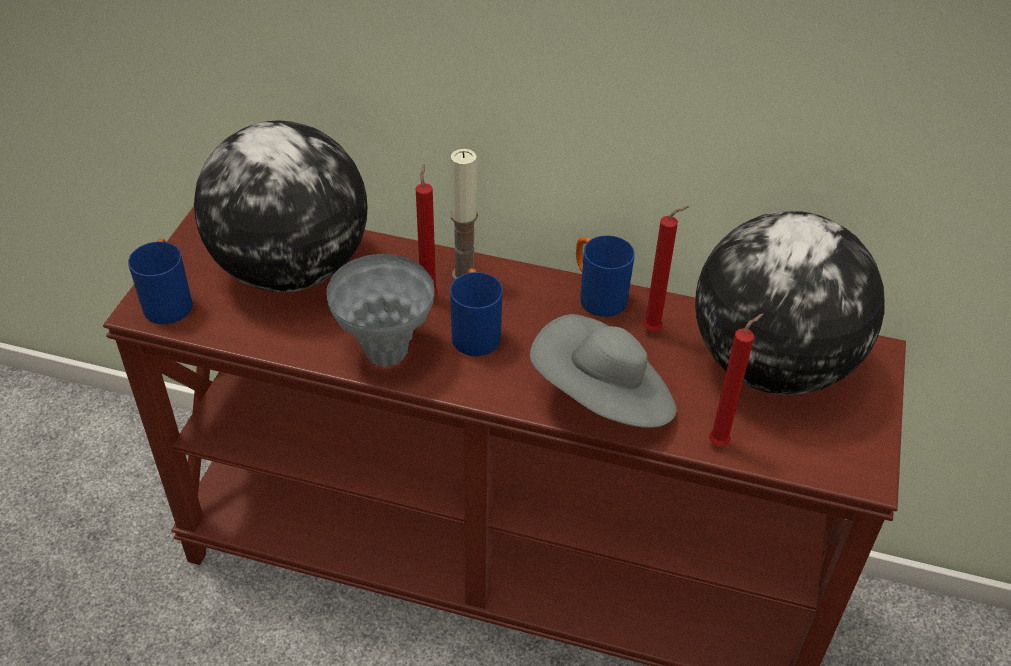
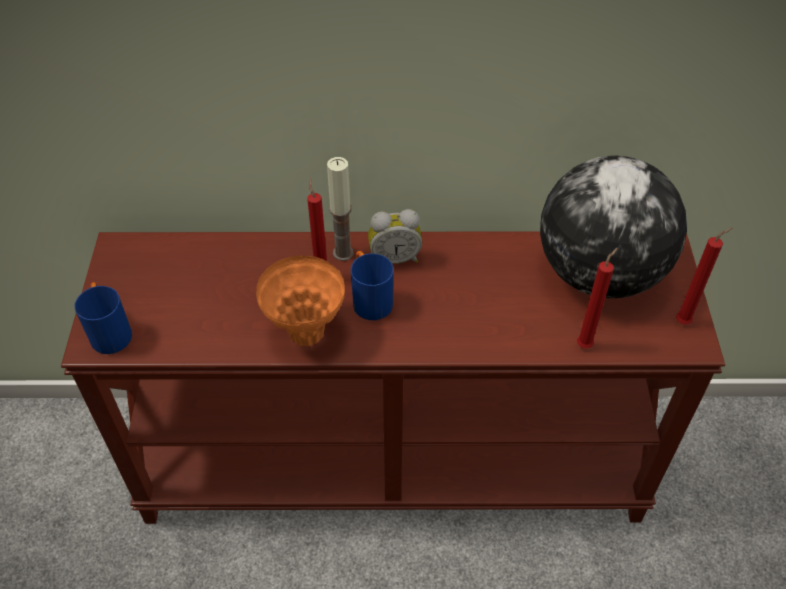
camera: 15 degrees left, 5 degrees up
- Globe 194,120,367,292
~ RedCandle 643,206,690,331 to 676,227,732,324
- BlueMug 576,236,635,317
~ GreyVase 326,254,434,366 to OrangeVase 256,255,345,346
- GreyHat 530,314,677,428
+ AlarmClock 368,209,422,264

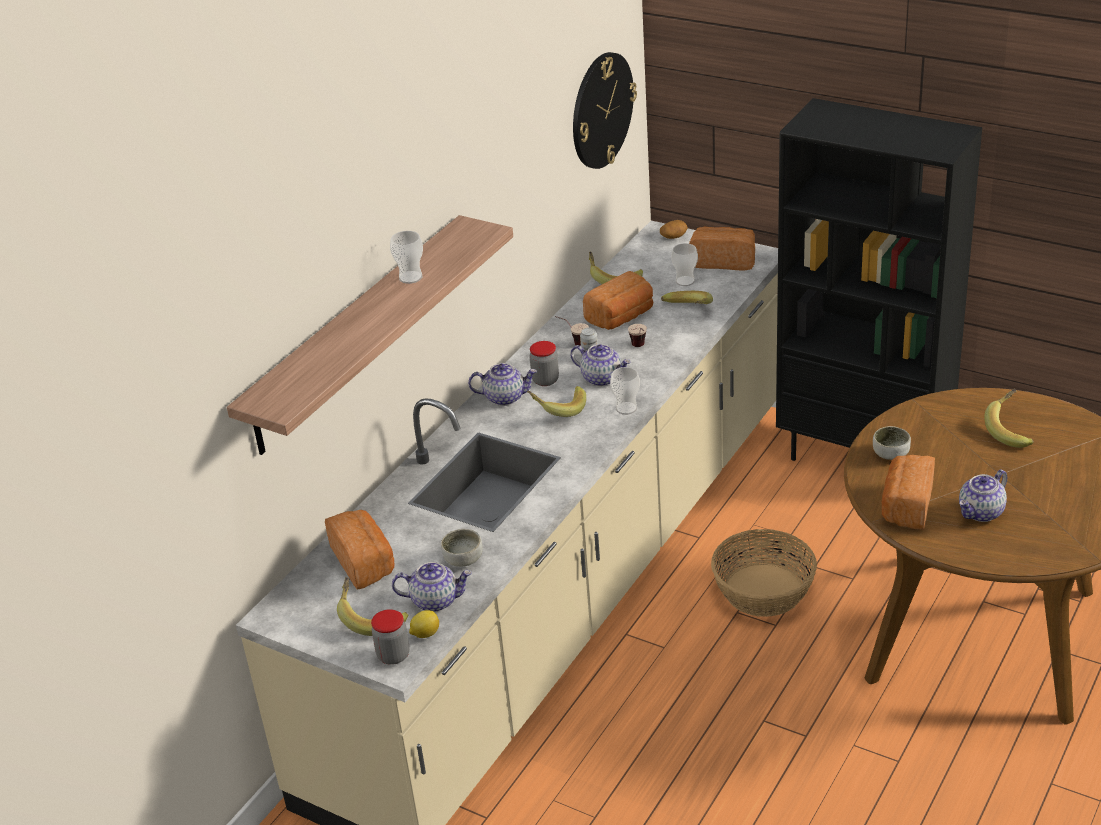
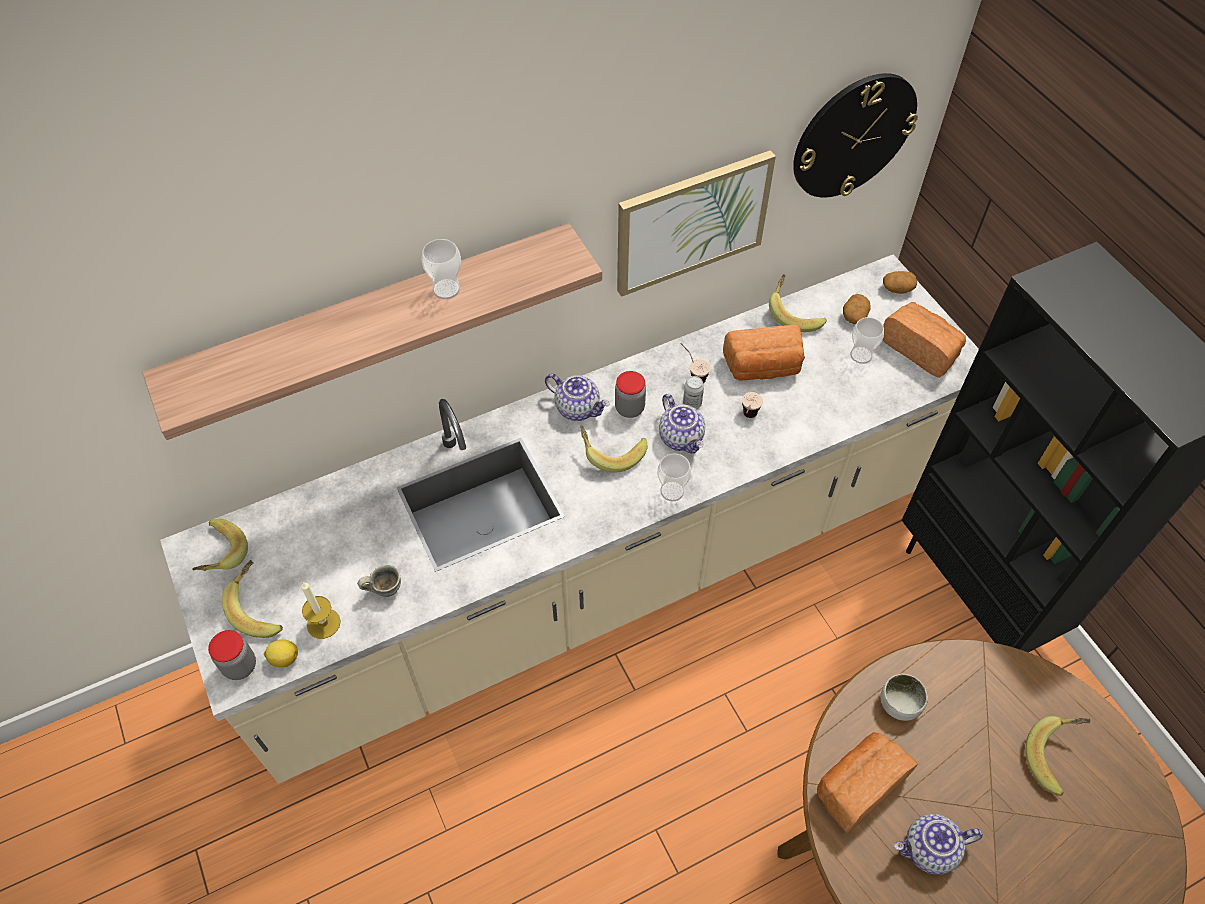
camera: 30 degrees right, 20 degrees up
~ Banana 661,291,713,304 to 192,519,248,571
- Bread 325,510,394,589
~ Bowl 441,529,483,567 to GreyMug 357,564,401,597
- Basket 711,529,817,617
~ Teapot 392,562,472,612 to Candle 301,582,341,639
+ Picture 617,150,776,297
+ Potato 843,294,871,324

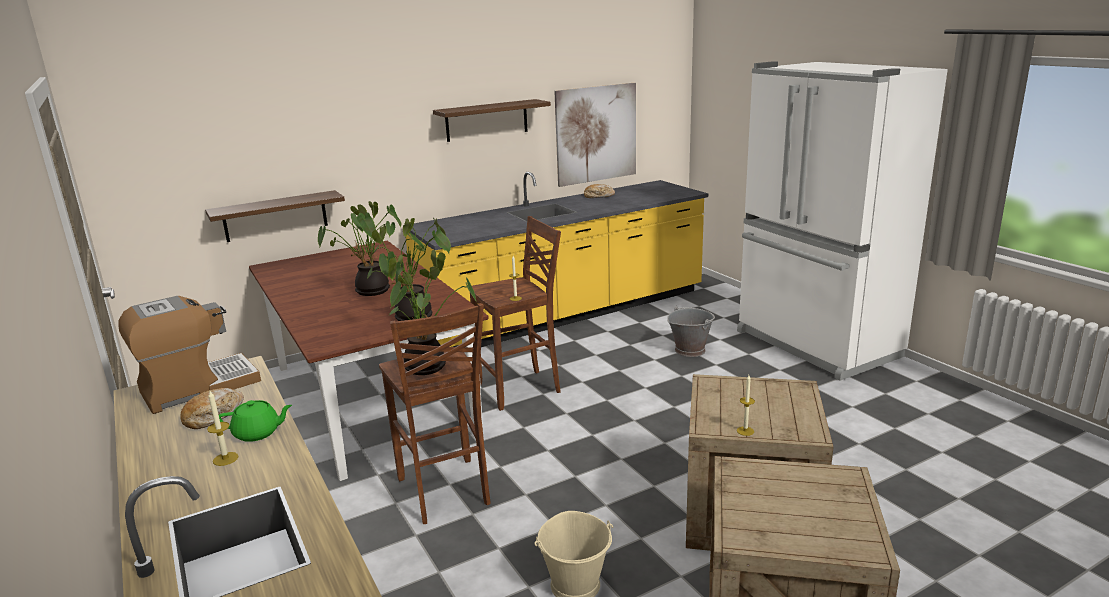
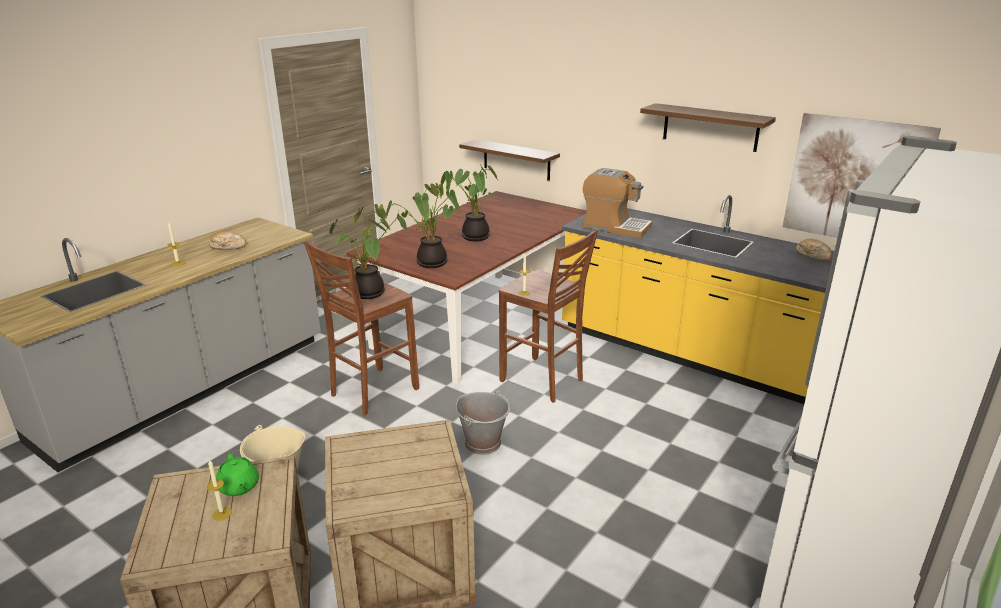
camera: 65 degrees right, 5 degrees up
~ CoffeeMachine 118,296,261,414 to 582,168,652,238
~ GreyBucket 667,306,715,357 to 456,389,511,455
~ Candle 737,375,755,436 to 207,459,232,521
~ GreenTeapot 219,400,292,442 to 216,453,259,496

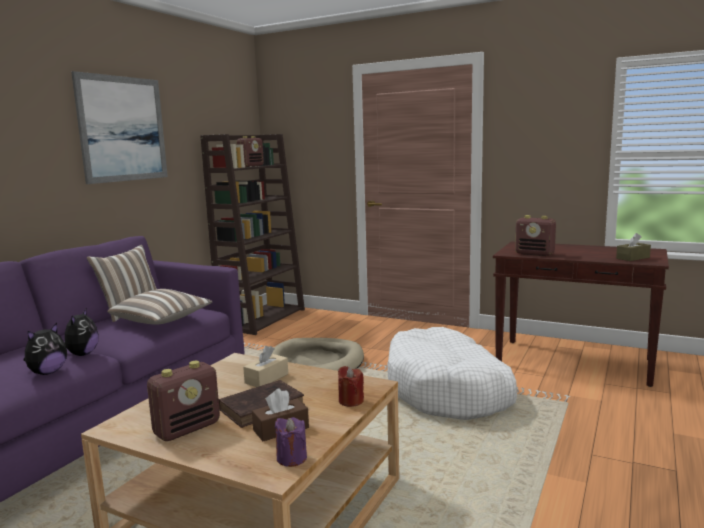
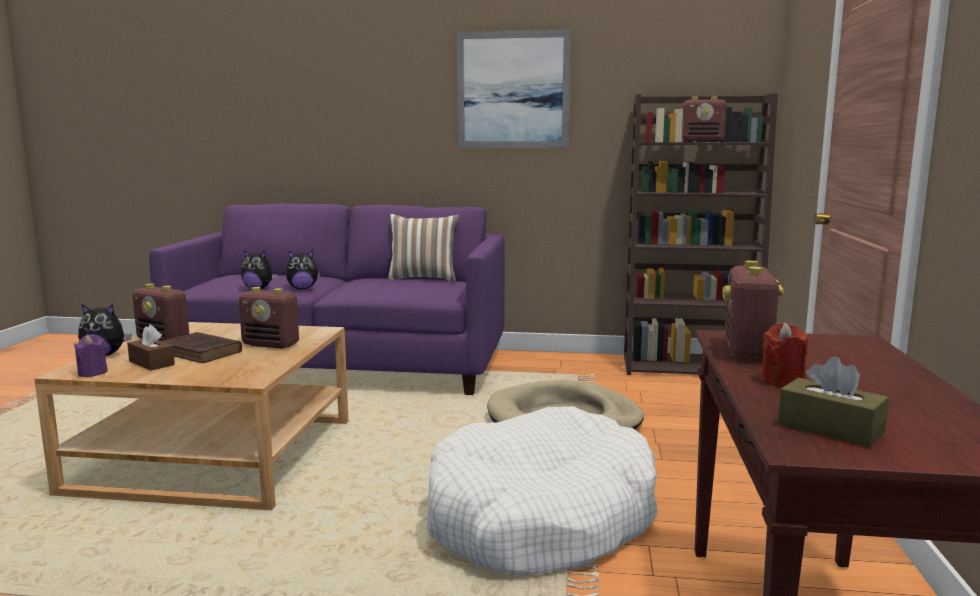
camera: 70 degrees right, 0 degrees up
- Pillow 108,289,212,325
~ BeigeTissueBox 243,346,288,387 to Radio 239,287,299,349
~ RedCandle 338,366,364,407 to 761,322,808,387
+ PlushToy 78,304,132,356

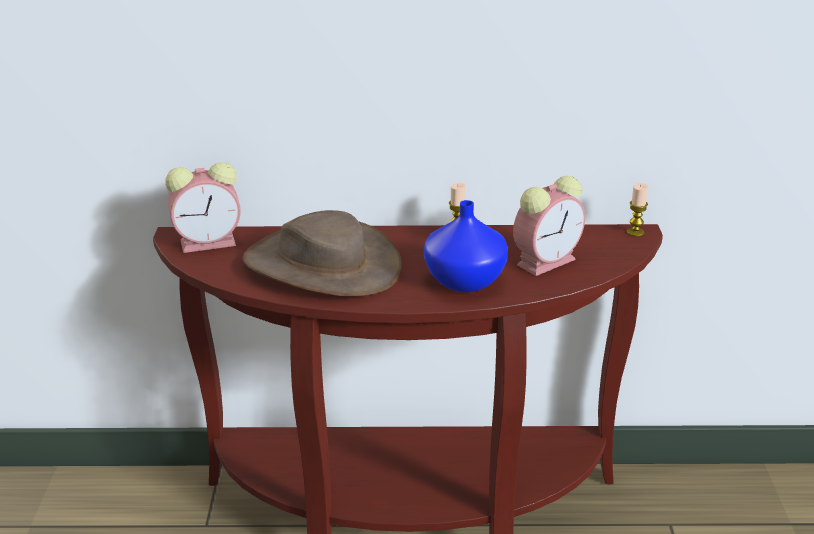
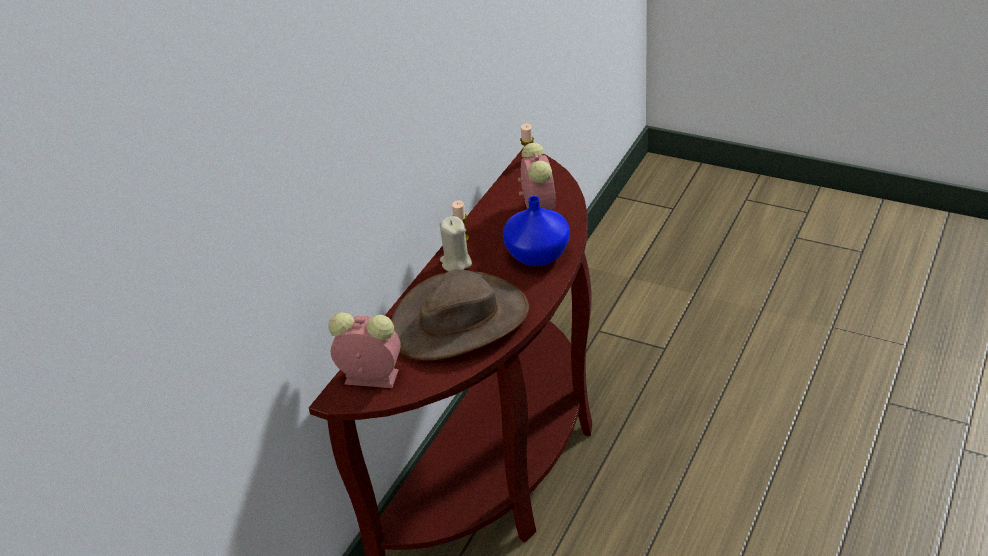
camera: 60 degrees left, 10 degrees up
~ AlarmClock 165,162,241,253 = 328,312,401,388 90 degrees counterclockwise
+ BeigeCandle 439,216,472,272

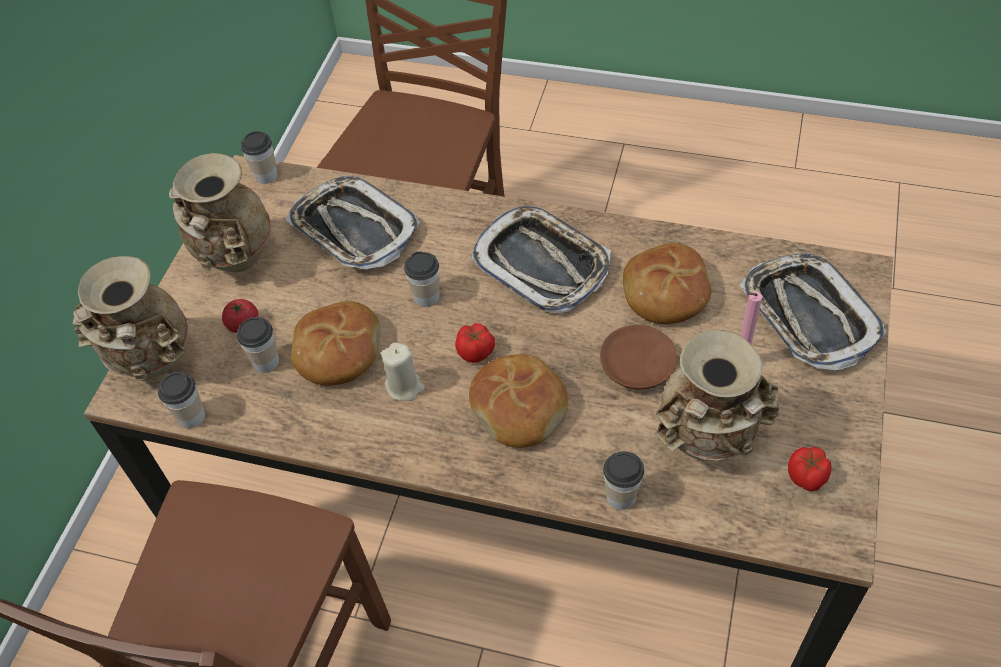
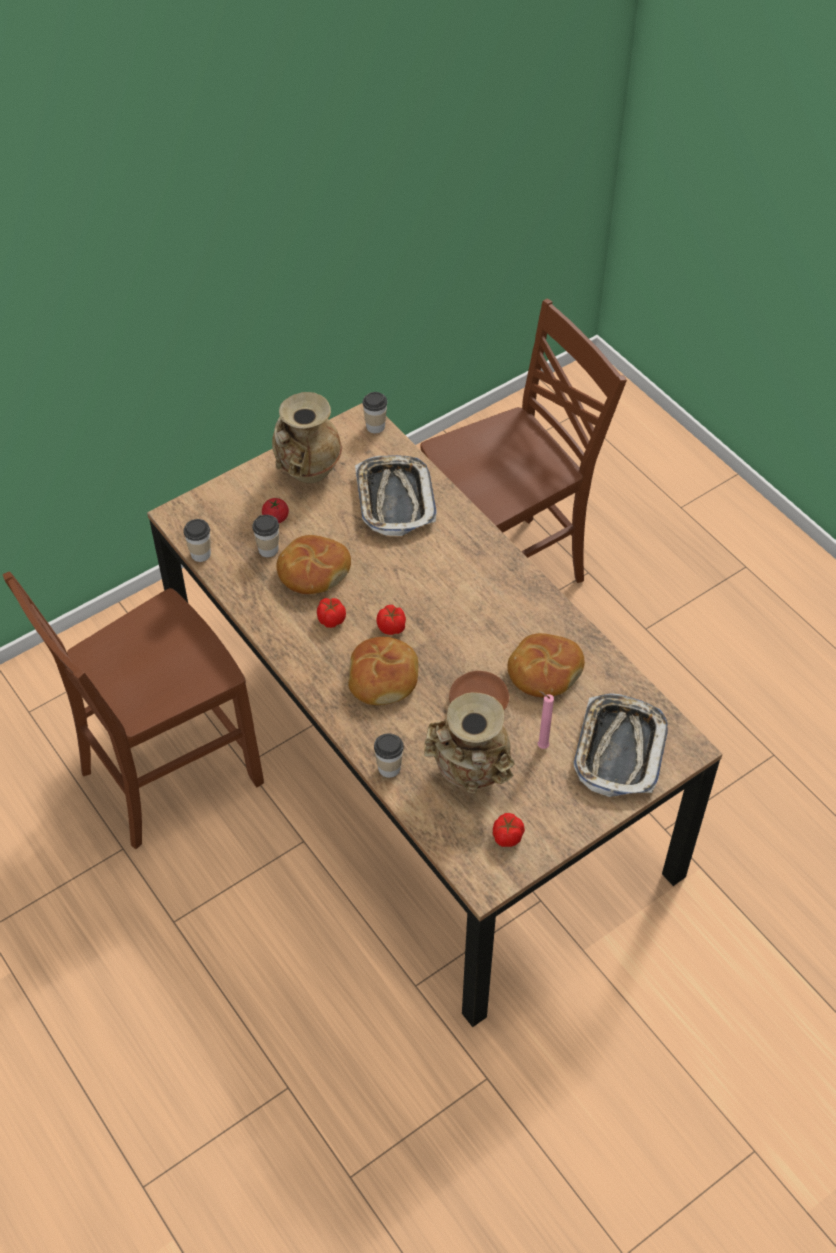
camera: 35 degrees right, 0 degrees up
- Tray 471,206,611,313
- Cup 404,251,440,307
- BeigeVase 73,256,188,381
~ BeigeCandle 381,342,425,401 to Tomato 317,598,346,628

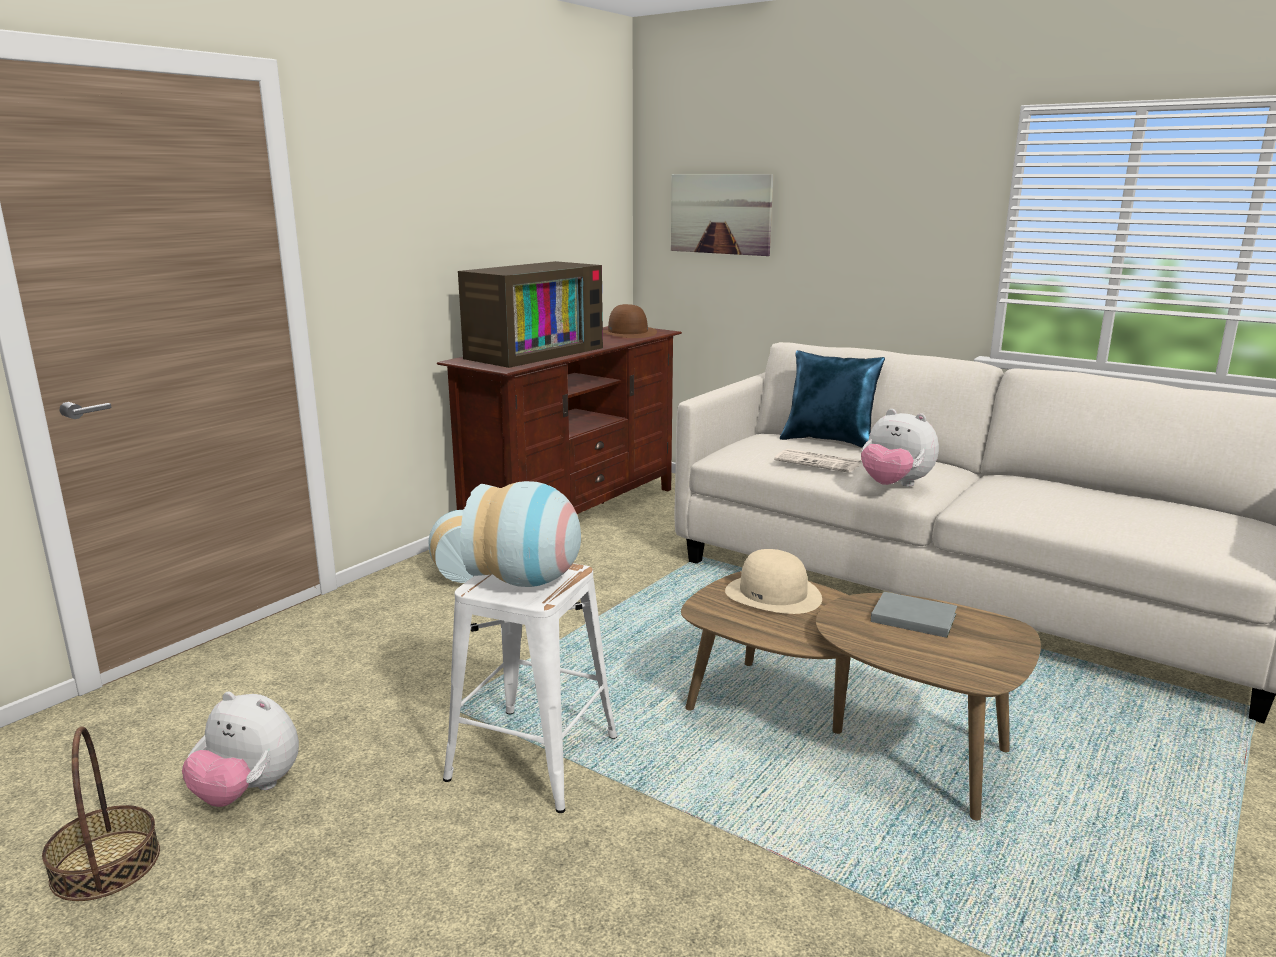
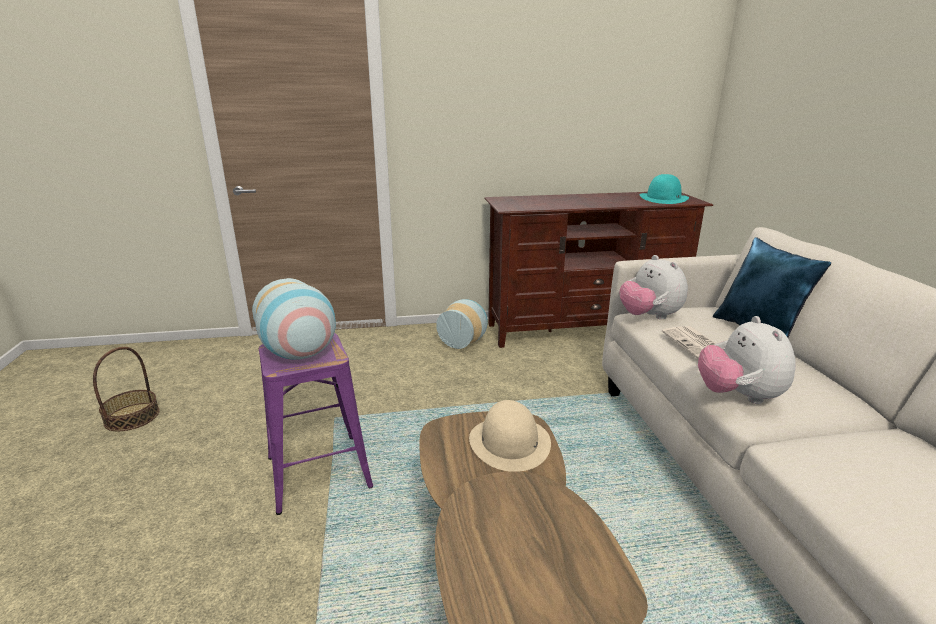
camera: 45 degrees right, 5 degrees up
- Picture 671,174,773,256
- Television 458,261,603,368
~ BrownHat 603,304,657,338 to TurquoiseHat 639,174,689,204
~ WhiteStool 443,563,617,813 to PurpleStool 259,333,373,515
- GreyBook 871,592,957,638
~ PlushToy 182,692,299,807 to 619,255,688,319

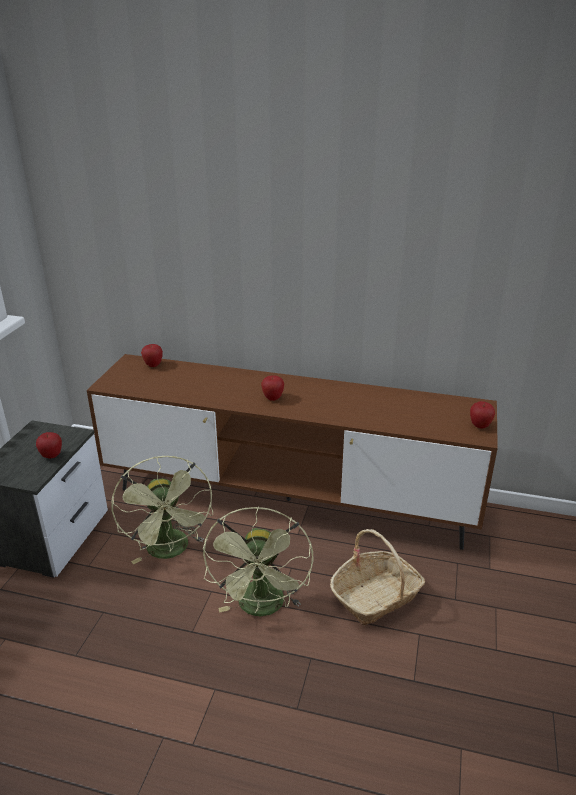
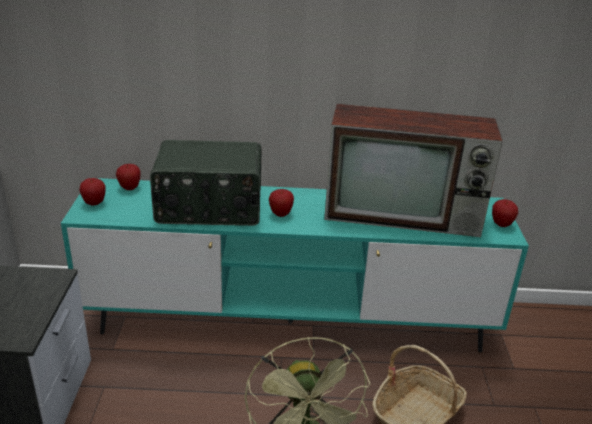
camera: 15 degrees left, 0 degrees up
~ BrownTvStand 87,354,498,550 to TurquoiseTvStand 61,178,529,352
~ Apple 36,432,62,459 to 79,178,106,205
- GreenFan 112,456,213,564
+ Television 324,104,503,237
+ Radio 150,140,262,226

